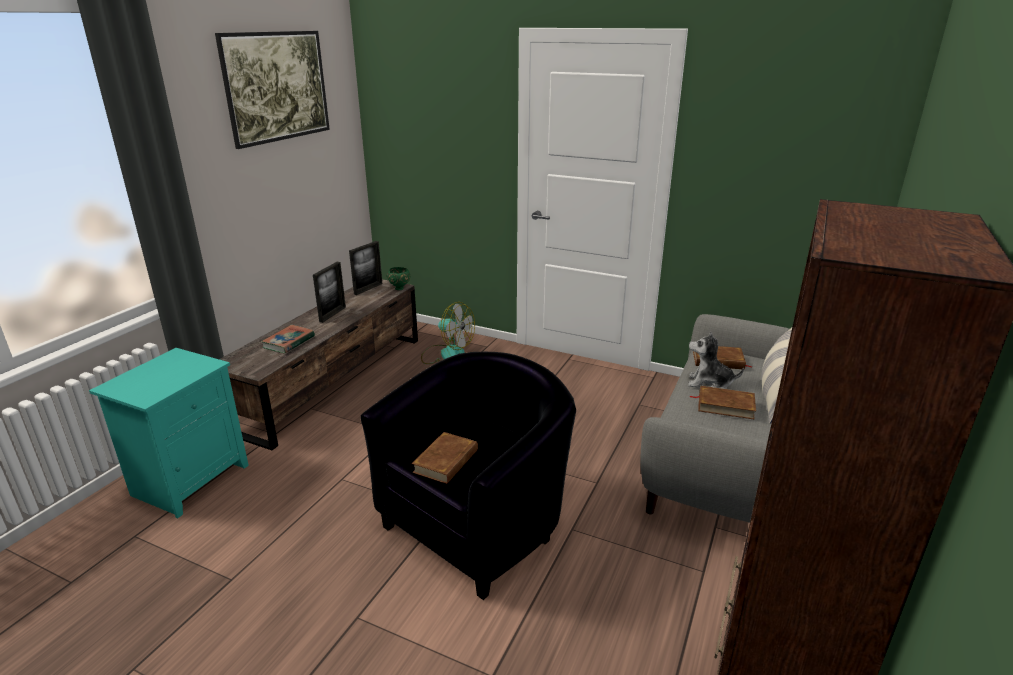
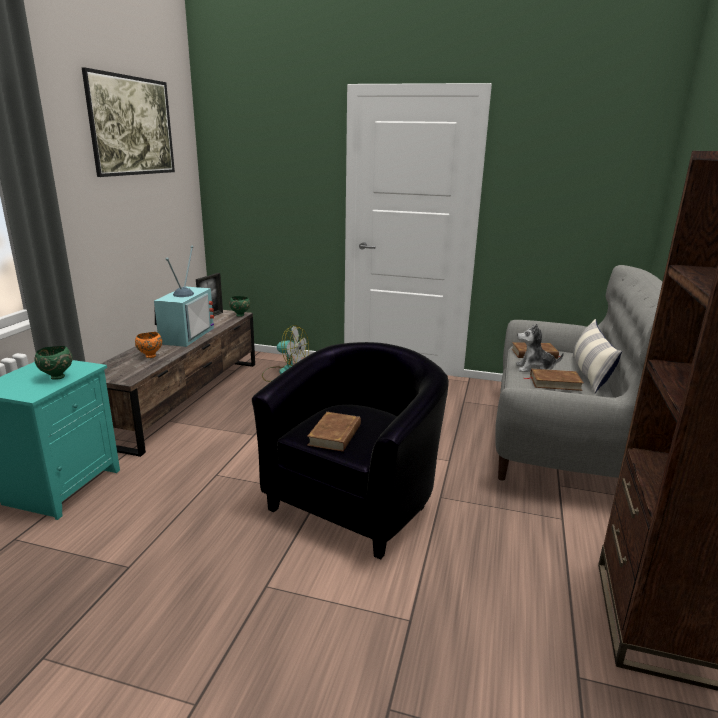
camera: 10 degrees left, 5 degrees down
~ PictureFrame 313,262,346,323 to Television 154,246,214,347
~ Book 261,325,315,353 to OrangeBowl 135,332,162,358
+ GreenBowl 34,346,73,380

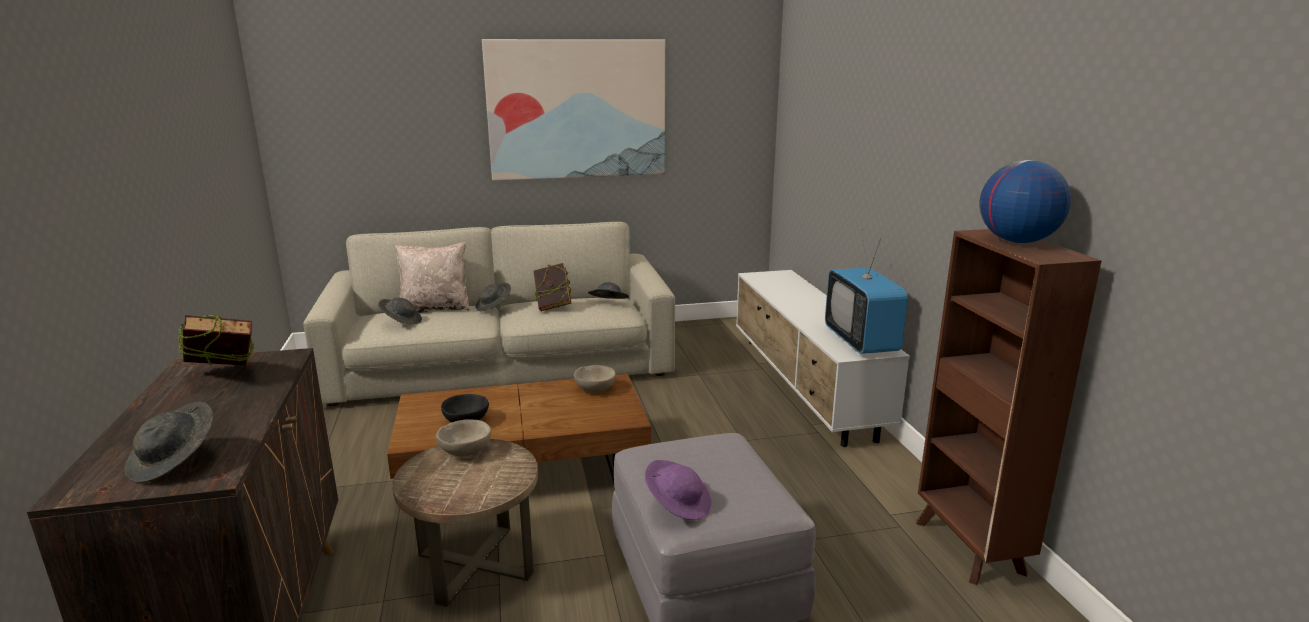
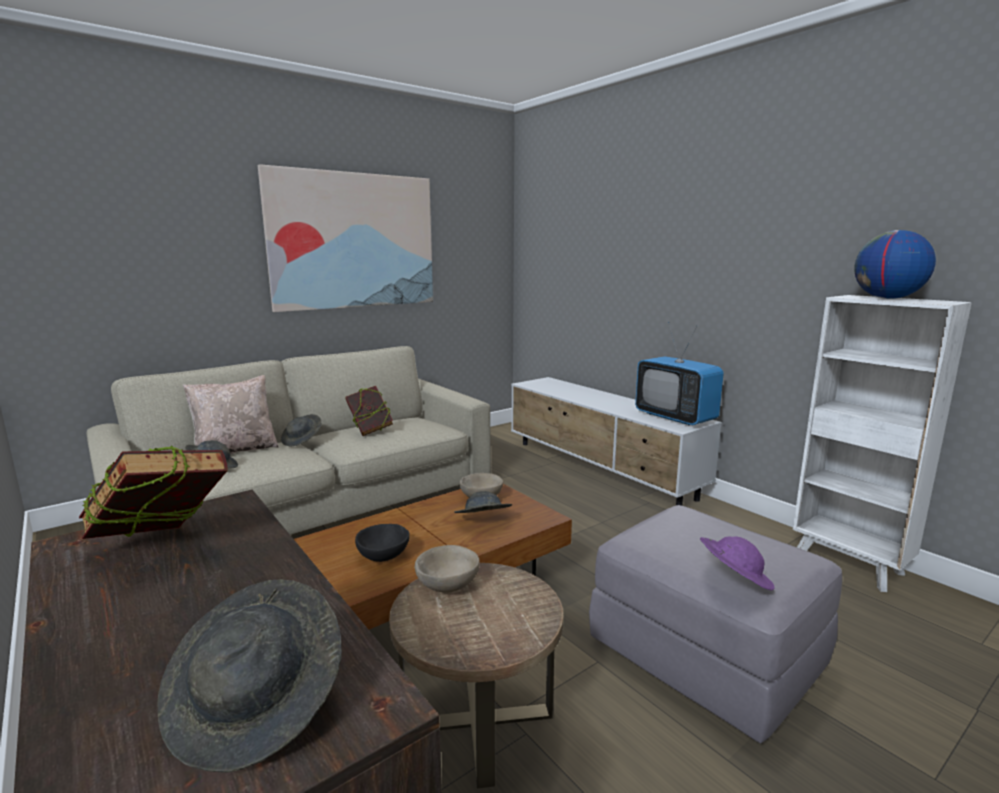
camera: 25 degrees left, 5 degrees down
~ BrownBookcase 916,229,1101,585 to WhiteBookcase 793,295,972,592
~ GreyHat 588,282,629,299 to 454,491,512,513

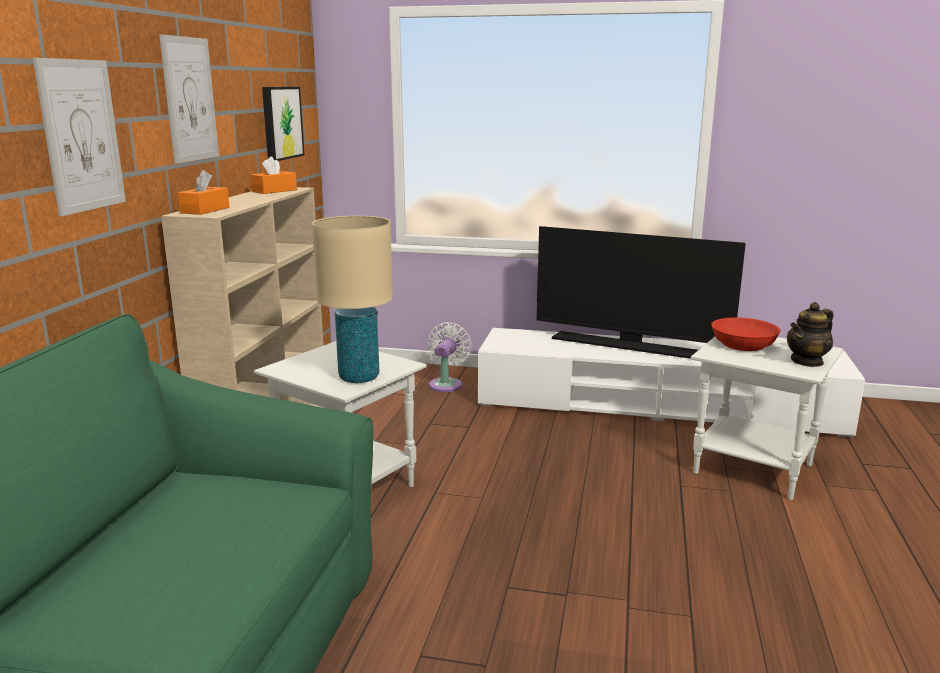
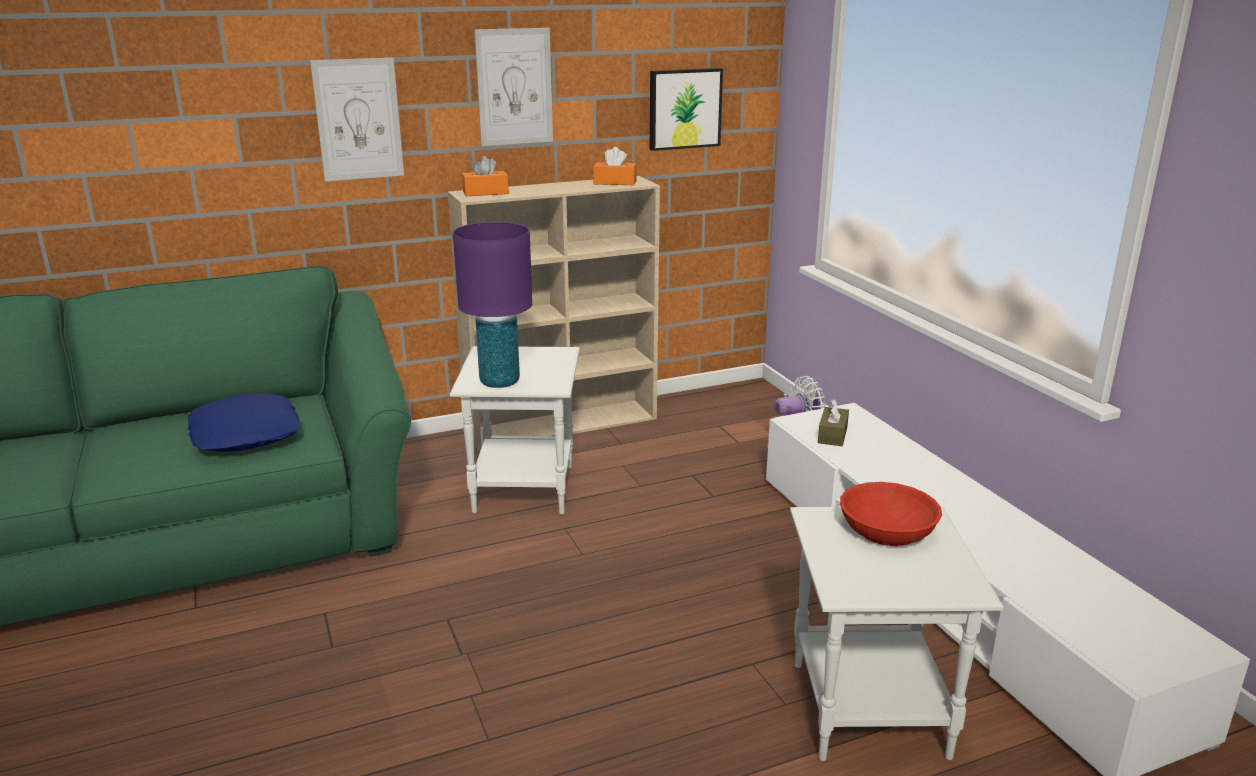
camera: 55 degrees right, 5 degrees up
~ BeigeTableLamp 312,216,393,383 to PurpleTableLamp 453,222,532,388
- Television 537,226,746,359
- Teapot 787,302,833,367
+ BluePillow 188,393,300,452
+ BrownTissueBox 818,399,849,446

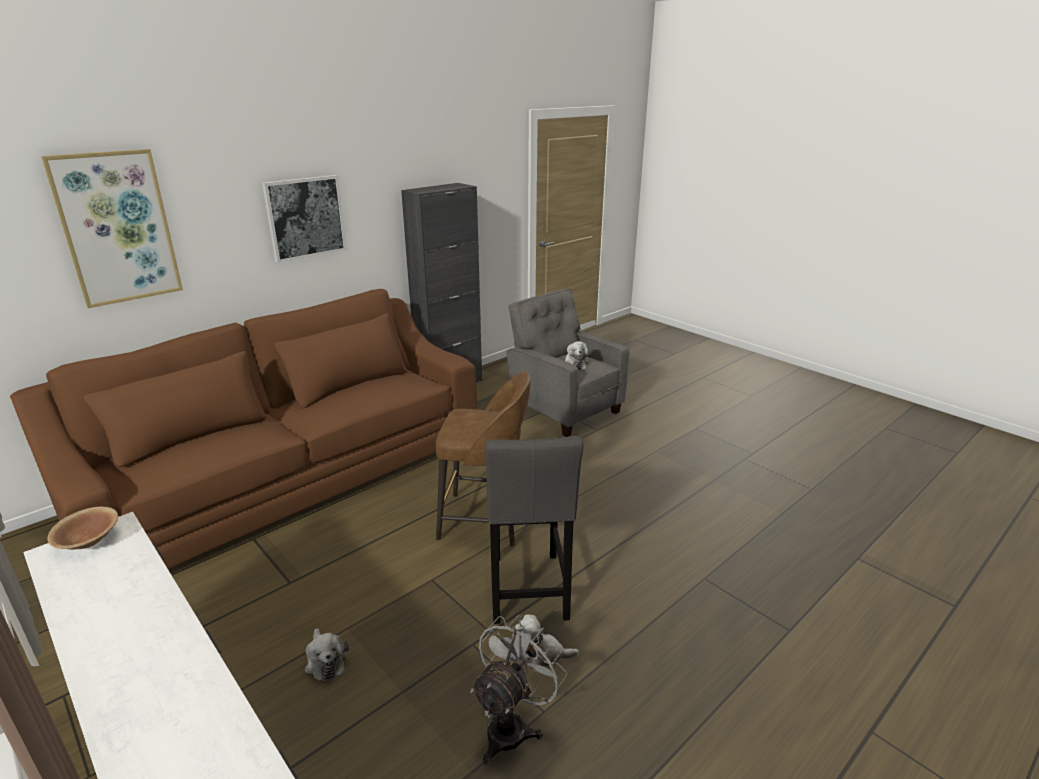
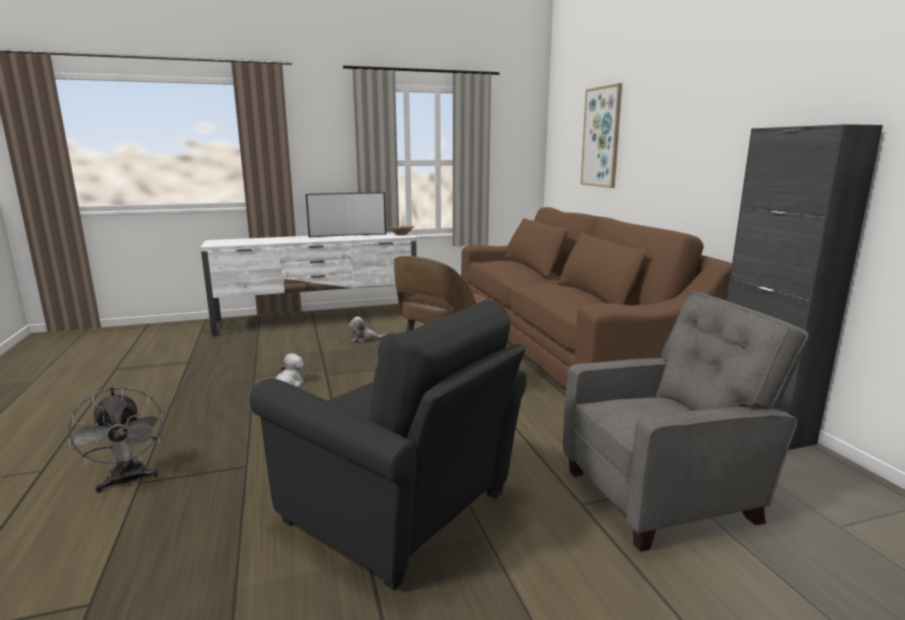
camera: 115 degrees right, 10 degrees down
- Picture 262,175,347,263
- PlushToy 565,341,591,370
- GreyStool 485,436,583,624
~ GreyFan 470,615,568,765 to 68,387,163,493
+ Television 306,192,386,237
+ BlackArmchair 250,300,527,590

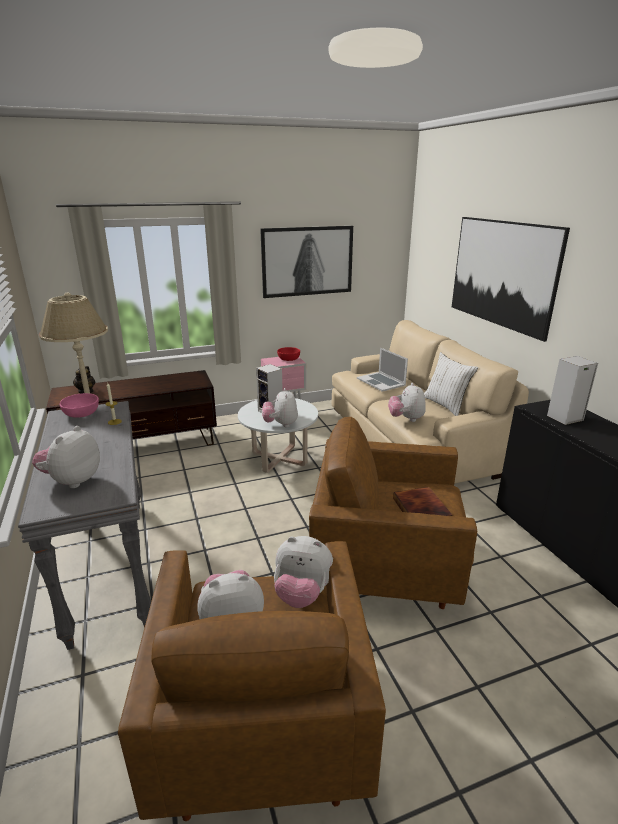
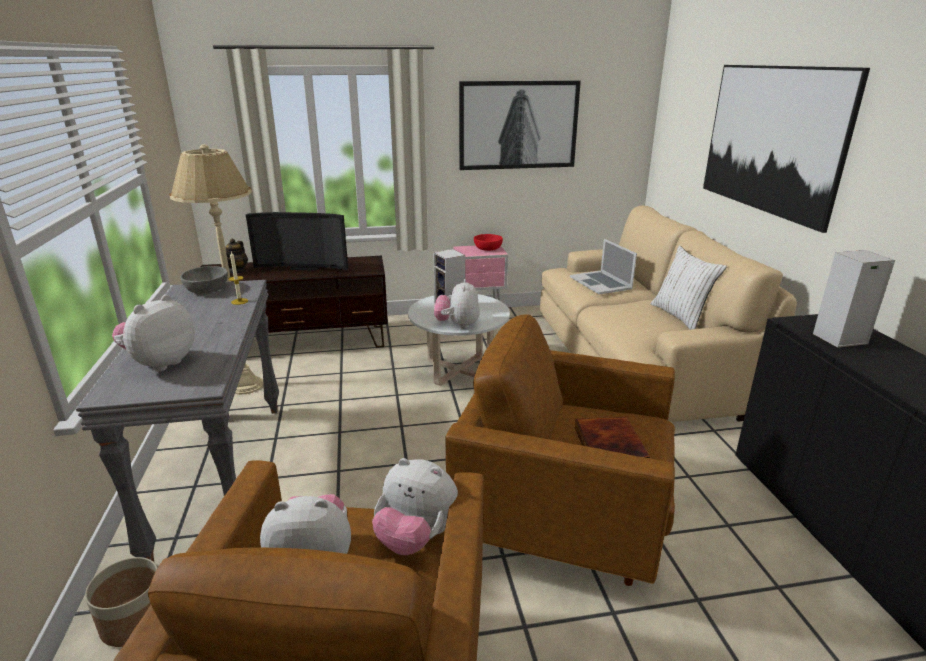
camera: 10 degrees right, 0 degrees up
- PlushToy 388,383,426,422
~ PinkBowl 59,393,99,418 to GreyBowl 181,266,228,294
+ Television 246,212,348,270
+ Planter 85,557,158,647

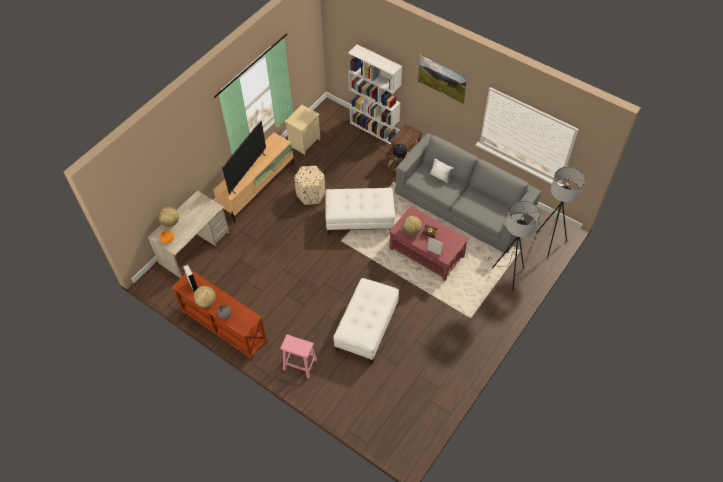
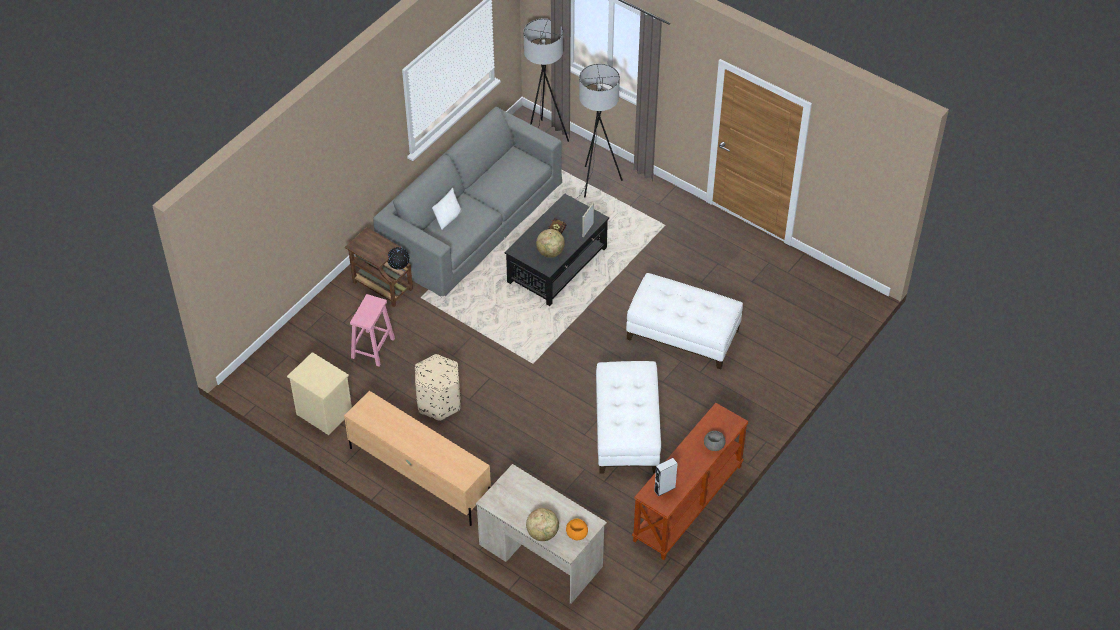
camera: 90 degrees left, 5 degrees down
- WhiteBookcase 348,44,402,145
- Picture 418,55,467,104
- Television 222,121,266,194
~ WhiteOttoman 325,188,395,235 to 596,361,661,474
~ RedCoffeeTable 389,206,469,281 to BlackCoffeeTable 505,193,609,306
- Globe 194,286,216,307
~ PinkStool 280,335,317,379 to 350,294,395,366

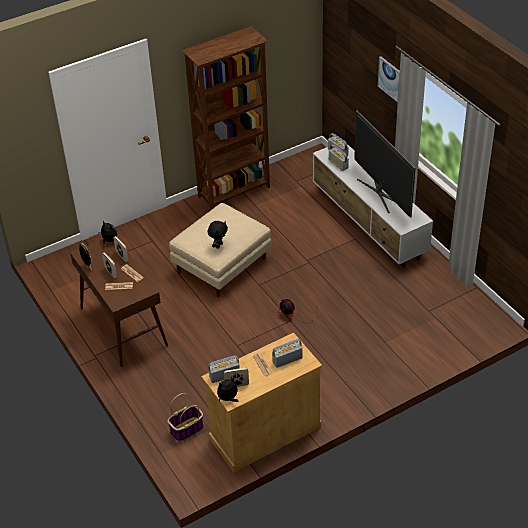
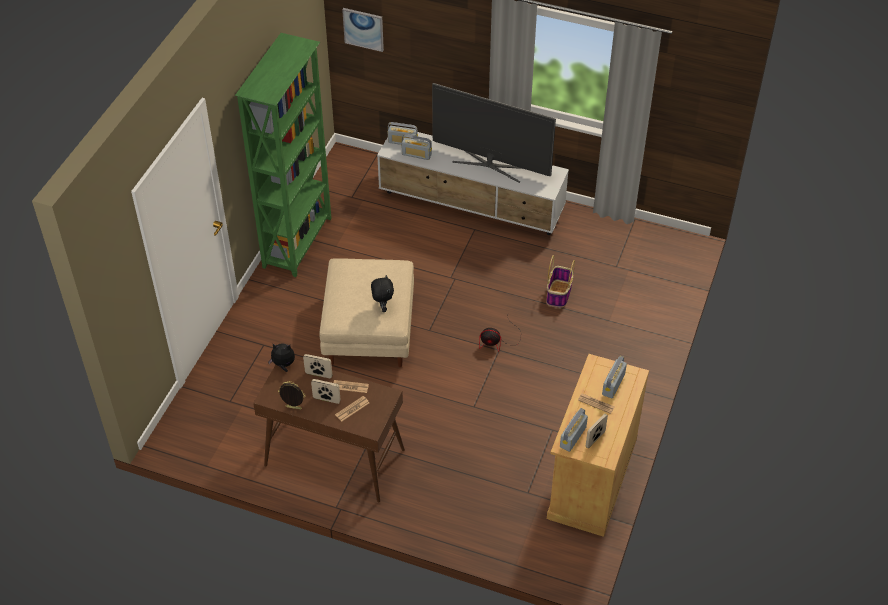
camera: 40 degrees left, 5 degrees up
~ BrownBookcase 182,26,270,210 to GreenBookcase 235,33,332,277
~ Picture 378,57,400,102 to 342,8,384,52
- PlushToy 217,378,238,402
~ Basket 167,393,204,441 to 546,255,575,307

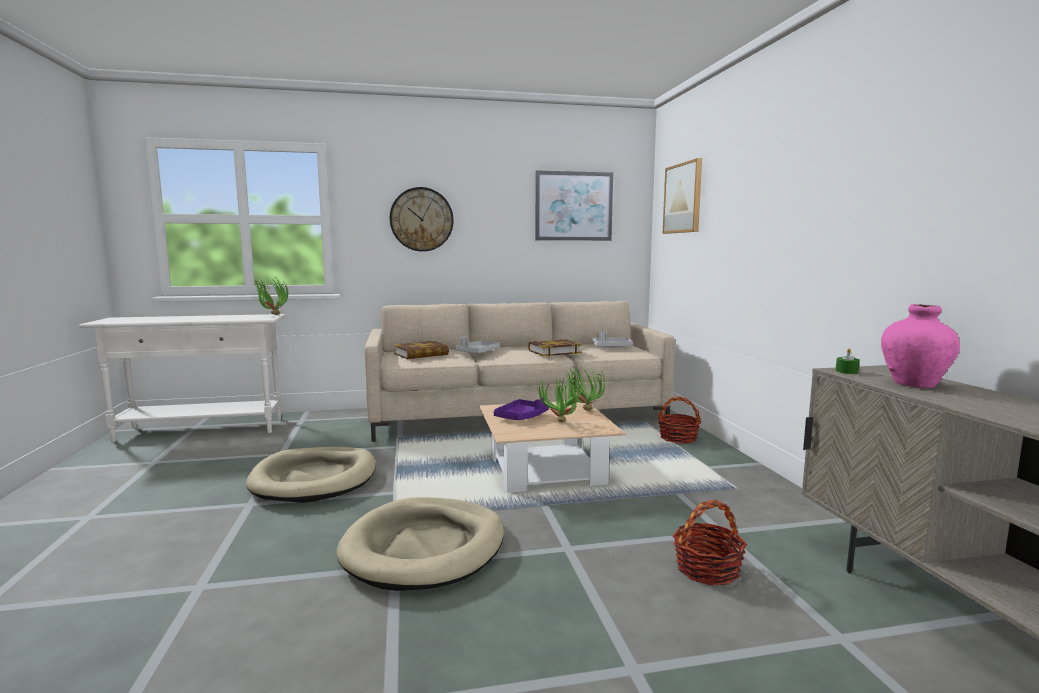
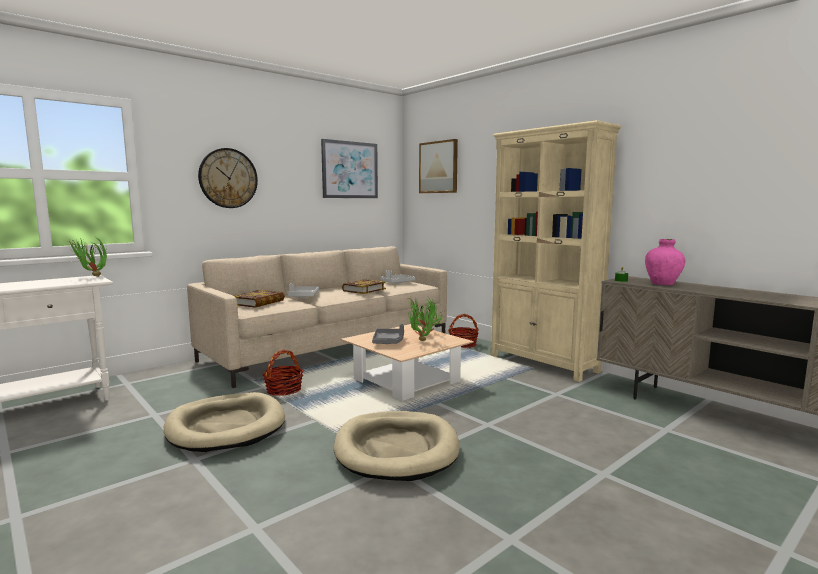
camera: 30 degrees left, 0 degrees up
~ PurpleTray 494,397,549,420 to GreyTray 372,324,404,344
~ Basket 673,500,747,585 to 262,350,303,396
+ BeigeBookcase 490,120,621,382

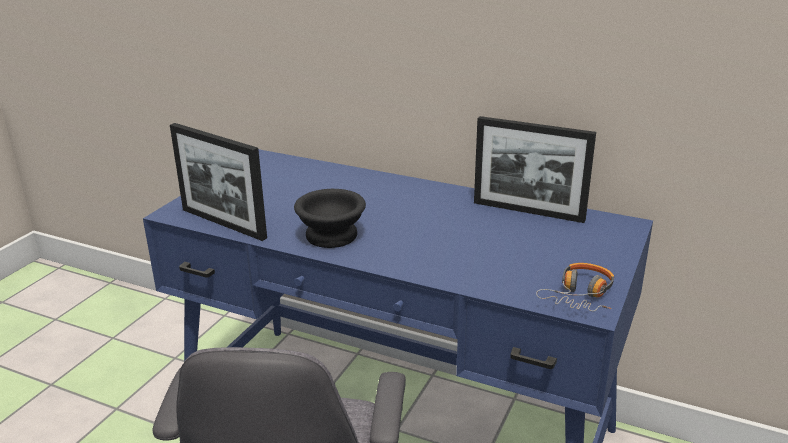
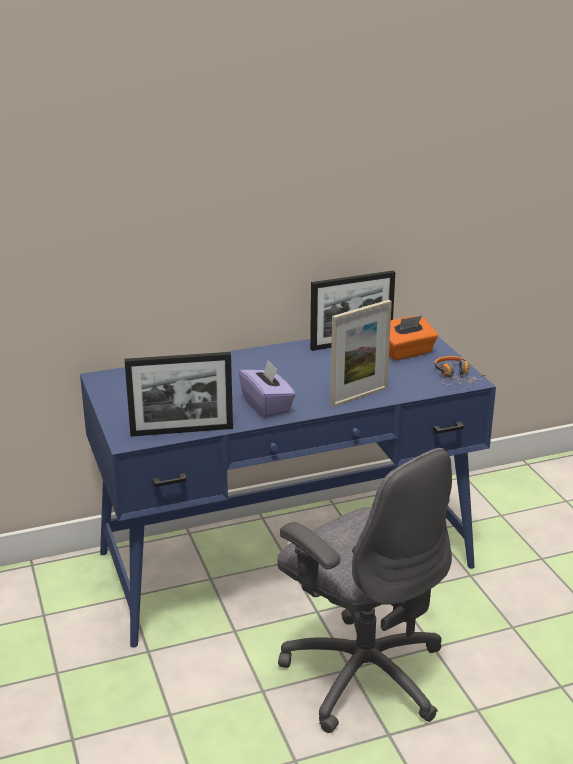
camera: 45 degrees left, 0 degrees up
~ BlackBowl 294,189,366,248 to PurpleTissueBox 239,360,296,418
+ PictureFrame 330,300,392,407
+ OrangeTissueBox 389,316,438,360

